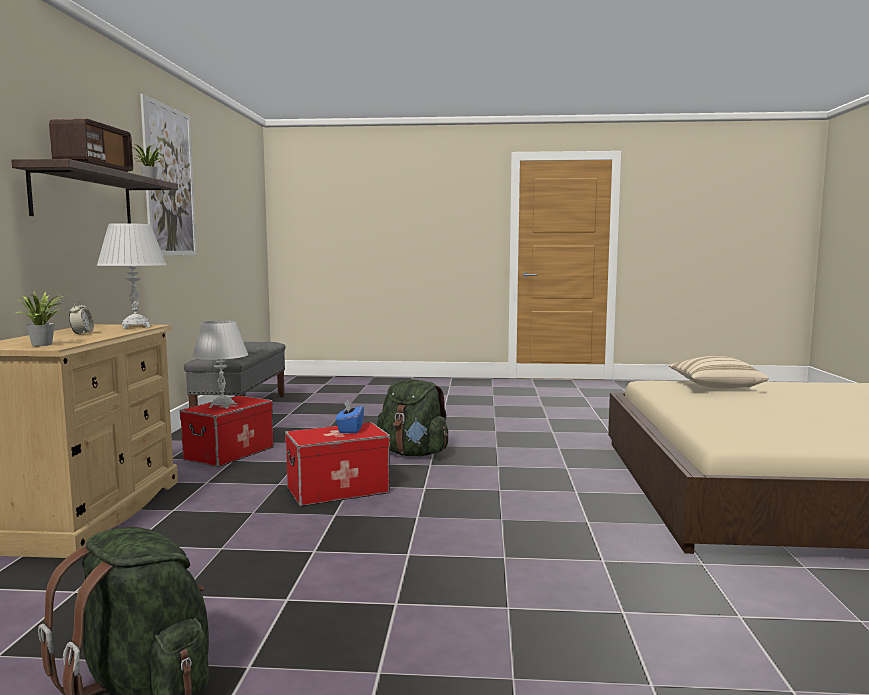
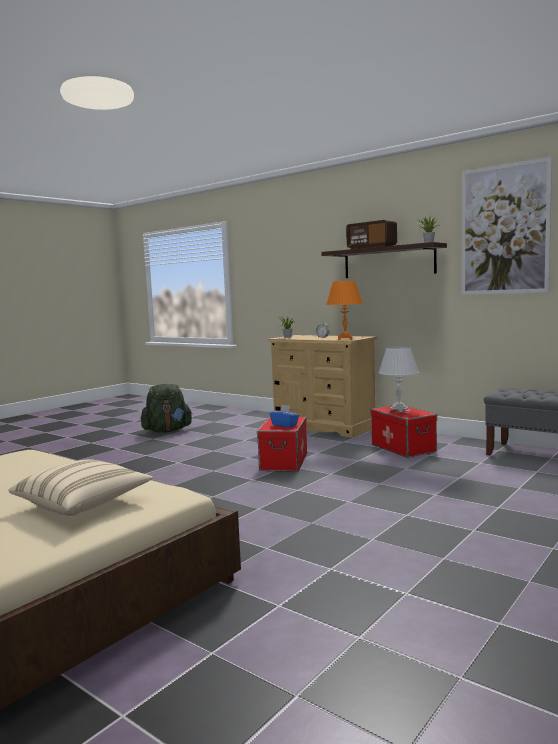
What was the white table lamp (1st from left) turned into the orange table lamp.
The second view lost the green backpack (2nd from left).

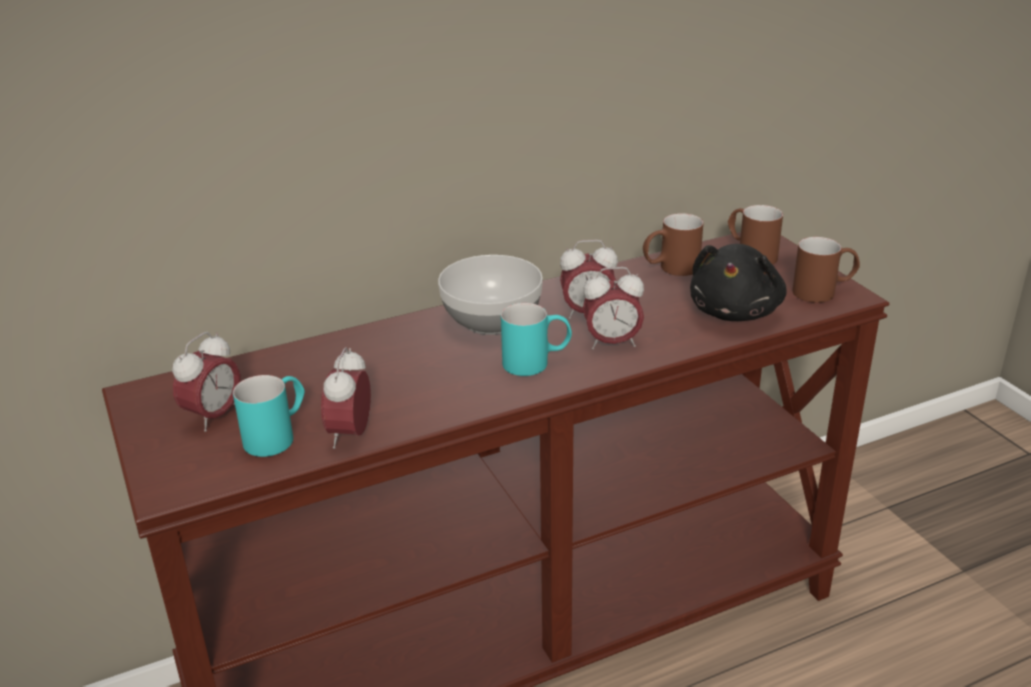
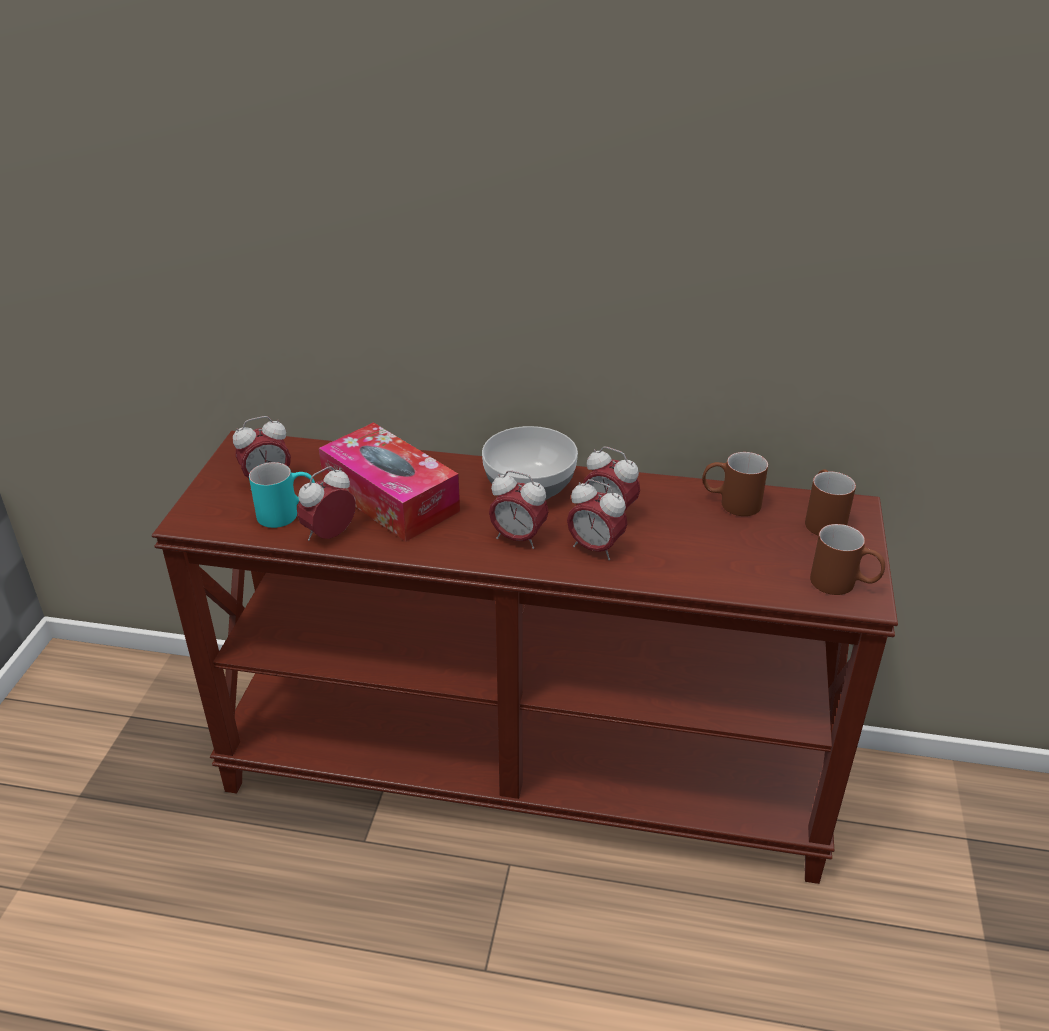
Where the turquoise mug (2nd from left) stood, the alarm clock (3rd from left) came to stand.
The second view lost the black plush toy.
The second view gained the tissue box.

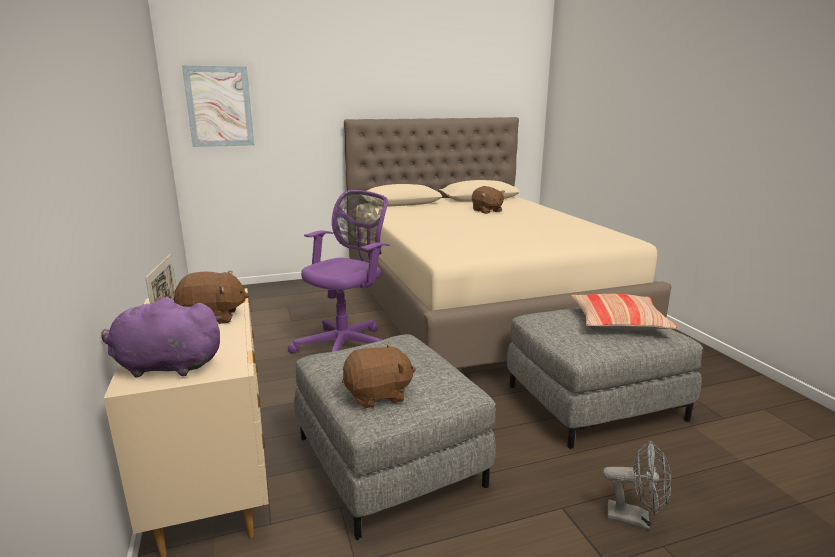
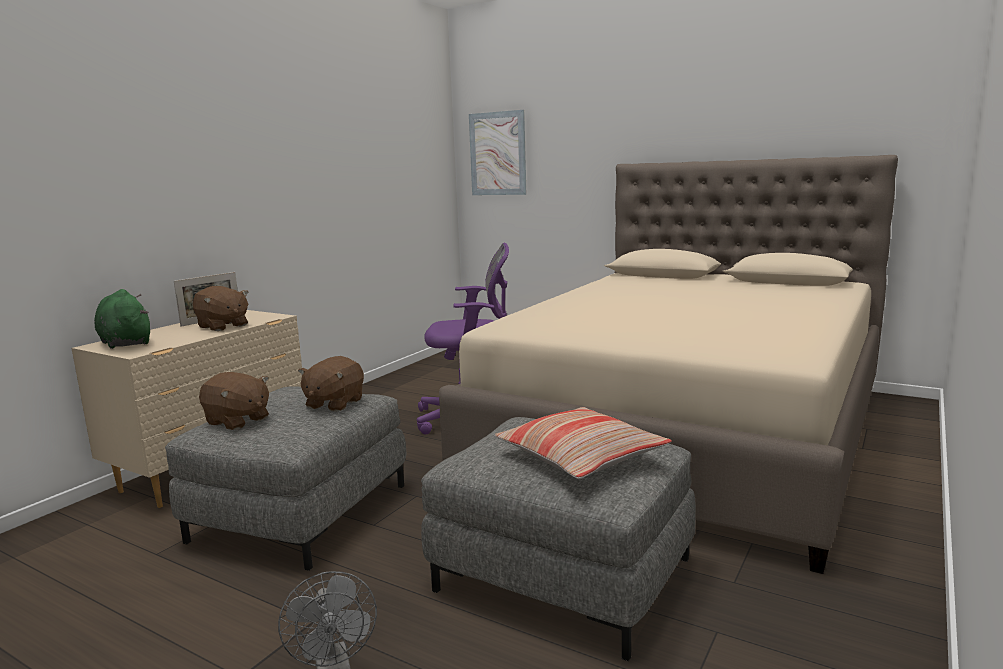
What was the purple plush toy turned into the green plush toy.
The brown plush toy (3rd from left) ended up elsewhere.

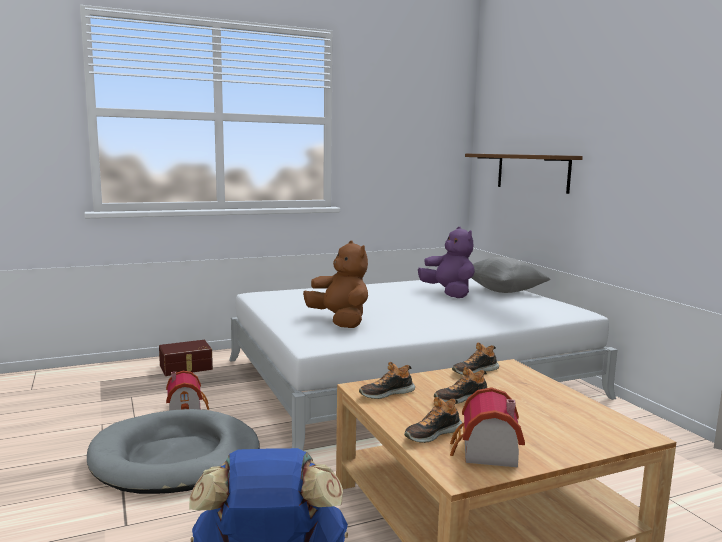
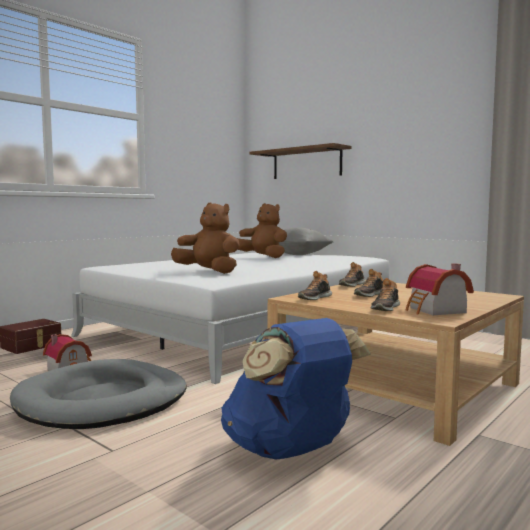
What was the purple plush toy turned into the brown plush toy (2nd from left).

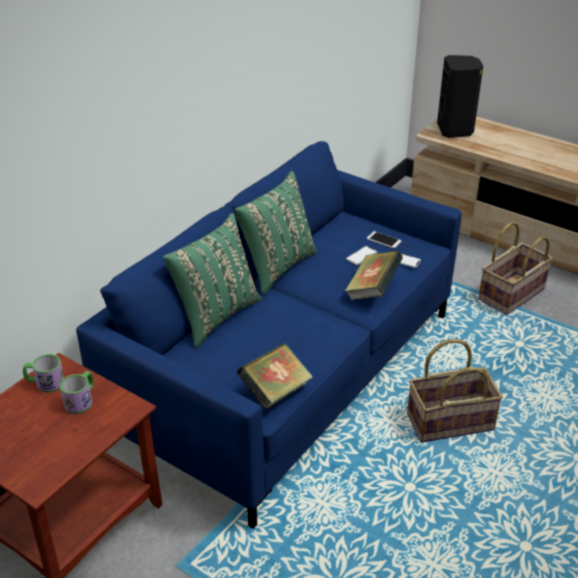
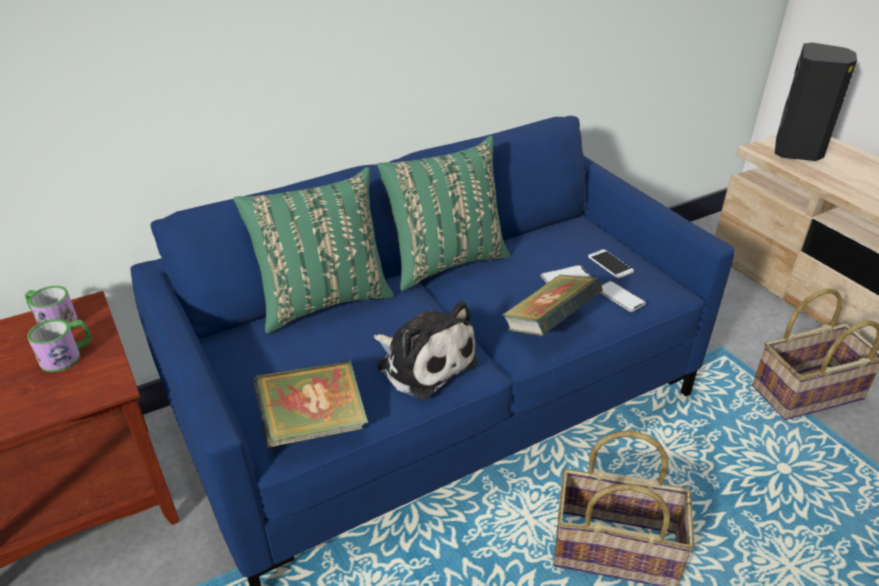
The second view gained the plush toy.

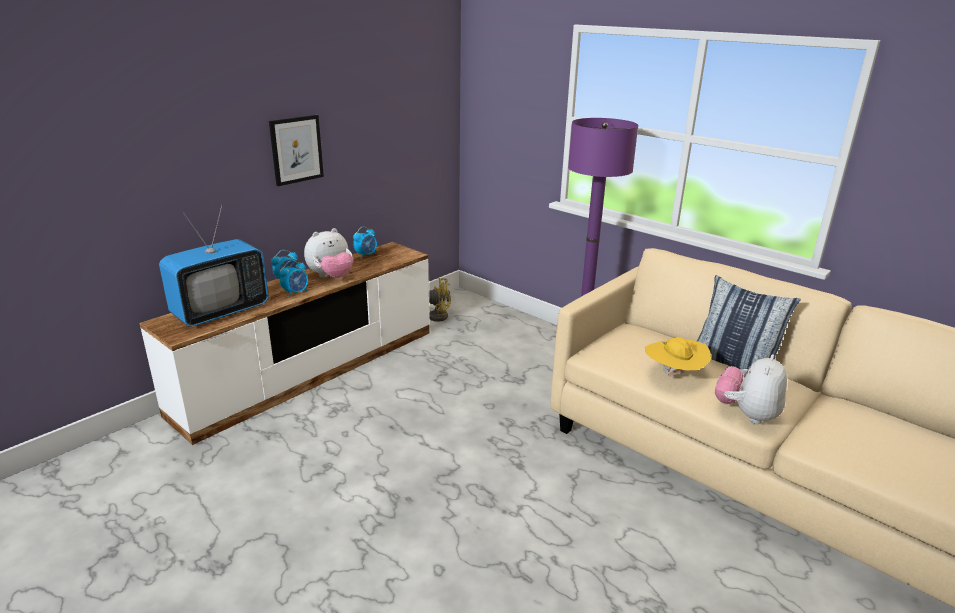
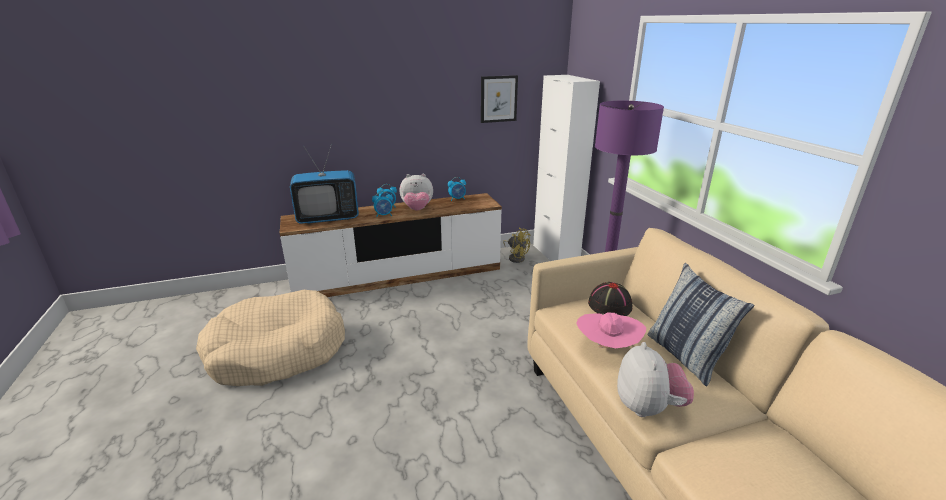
The picture ended up elsewhere.
What was the yellow hat turned into the pink hat.
The plush toy (2nd from left) ended up facing another way, 120 degrees clockwise from before.
The second view gained the beige dog bed.
The second view gained the white cabinet.
The second view gained the black hat.

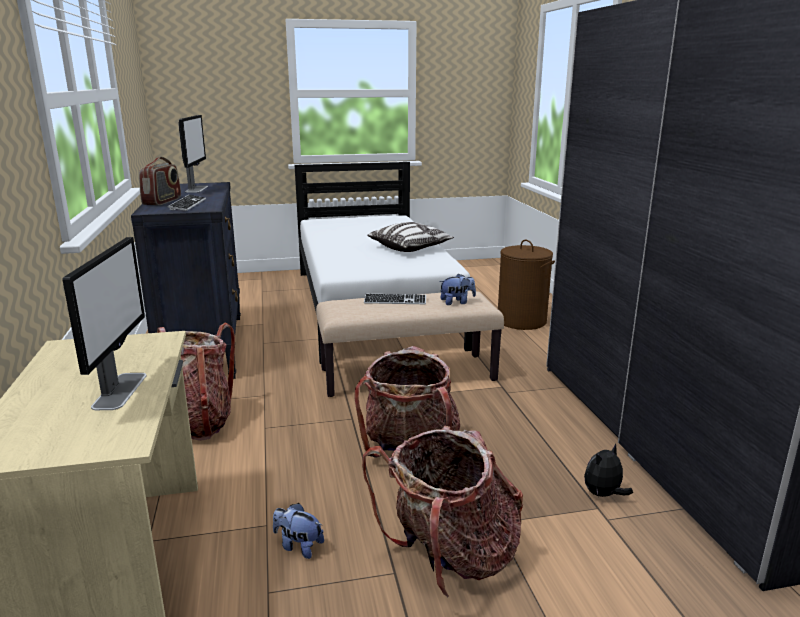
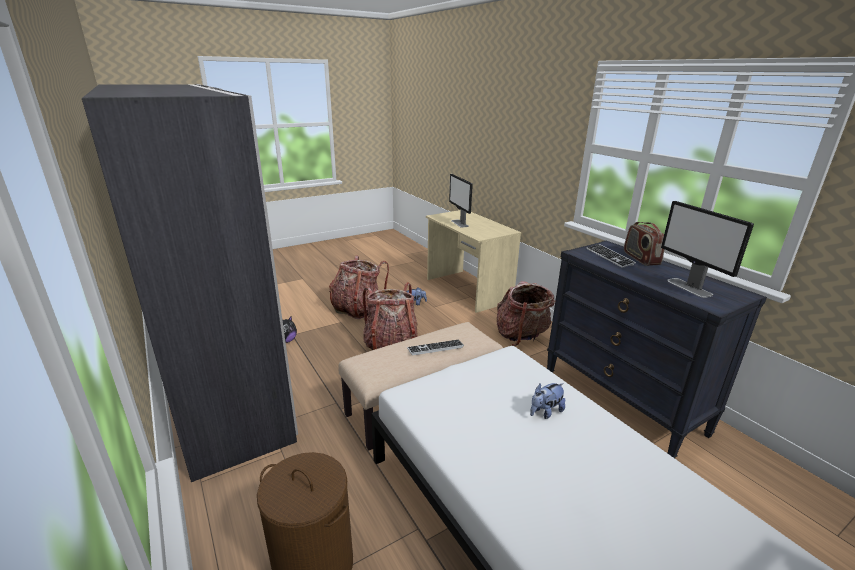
The second view lost the pillow.
The plush toy (2nd from left in the first image) ended up elsewhere.

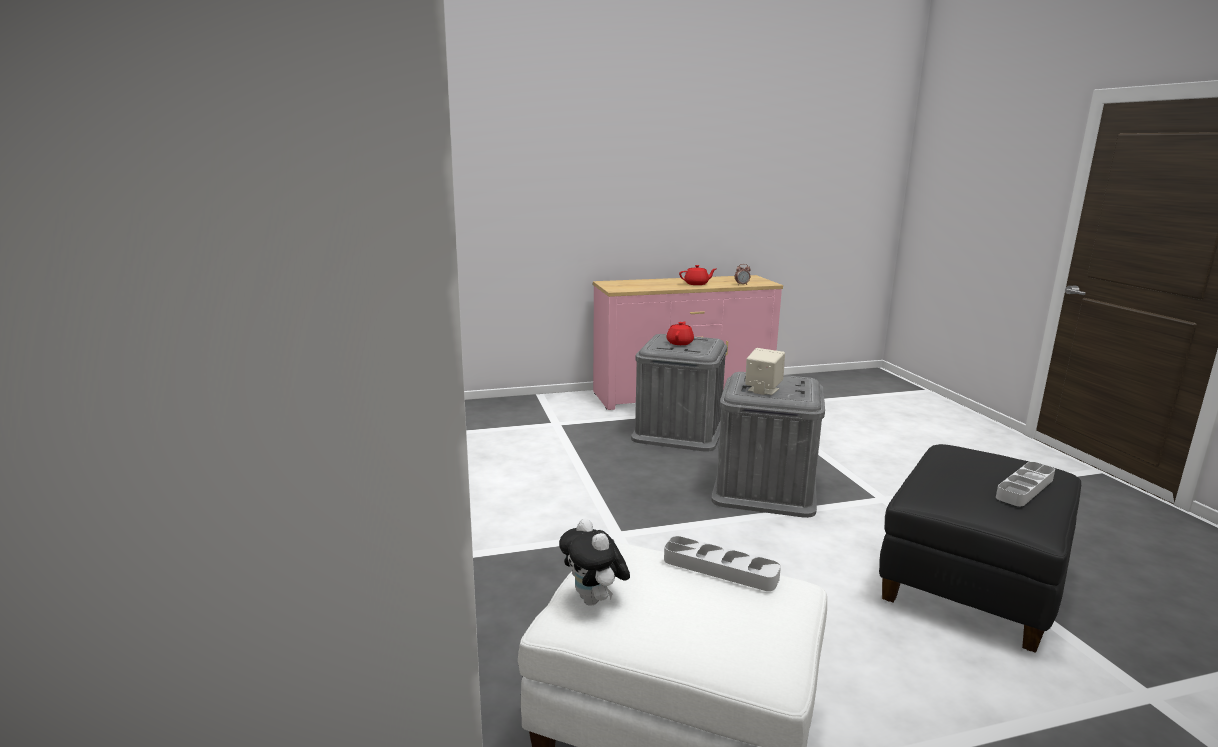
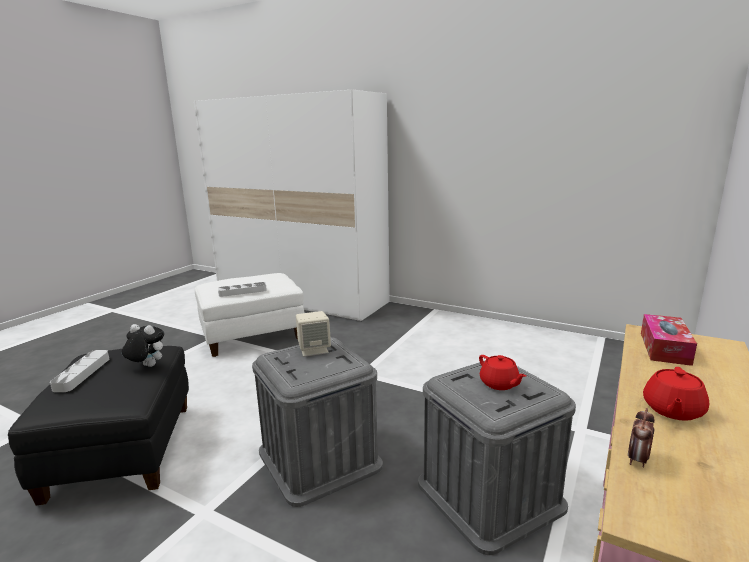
The plush toy ended up elsewhere.
The second view gained the tissue box.

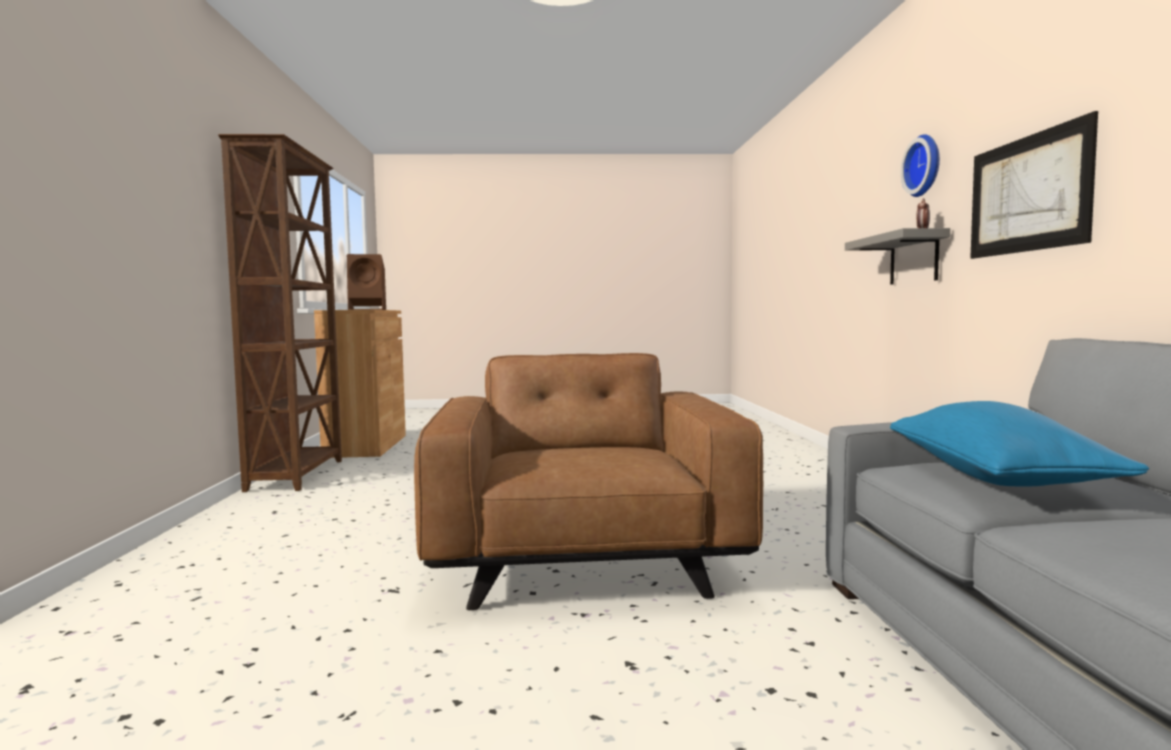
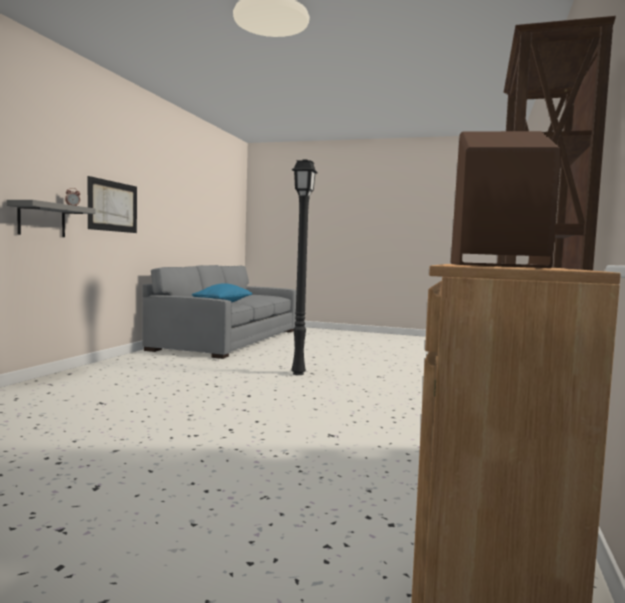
Where the brown armchair stood, the black floor lamp came to stand.
The second view lost the wall clock.

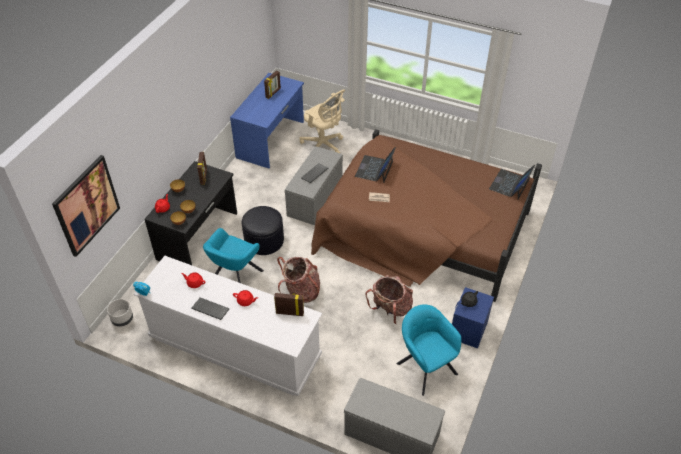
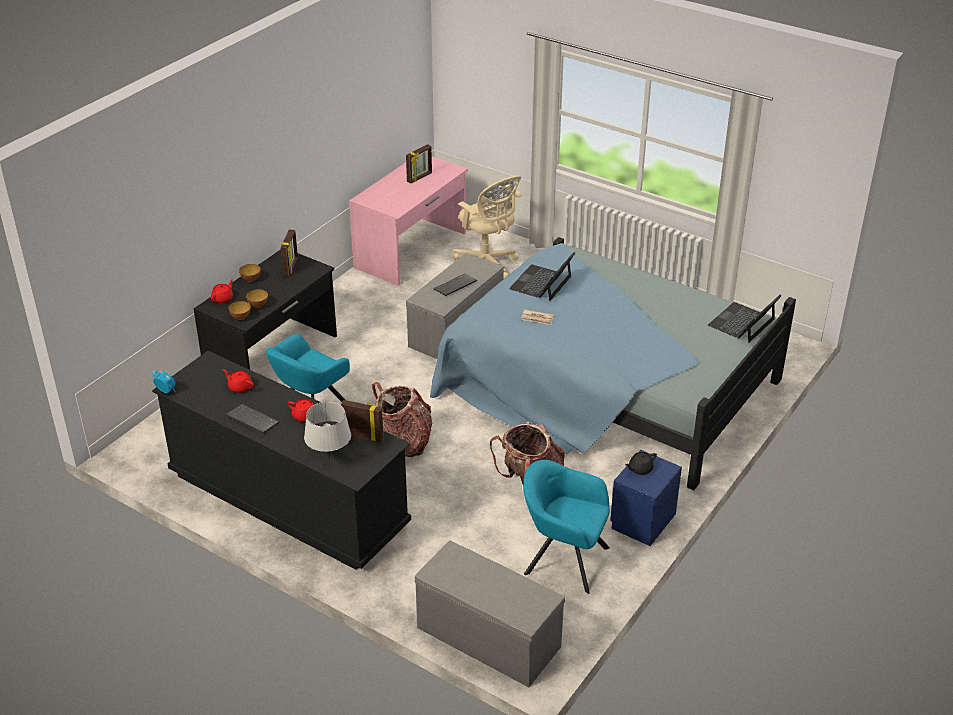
The second view lost the picture.
The second view lost the grey planter.
What was the white dresser turned into the black dresser.
What was the blue desk turned into the pink desk.
The second view lost the black ottoman.
What was the brown bed turned into the blue bed.
The turquoise armchair (2nd from left) ended up facing another way, 45 degrees counterclockwise from before.
The second view gained the grey table lamp.

